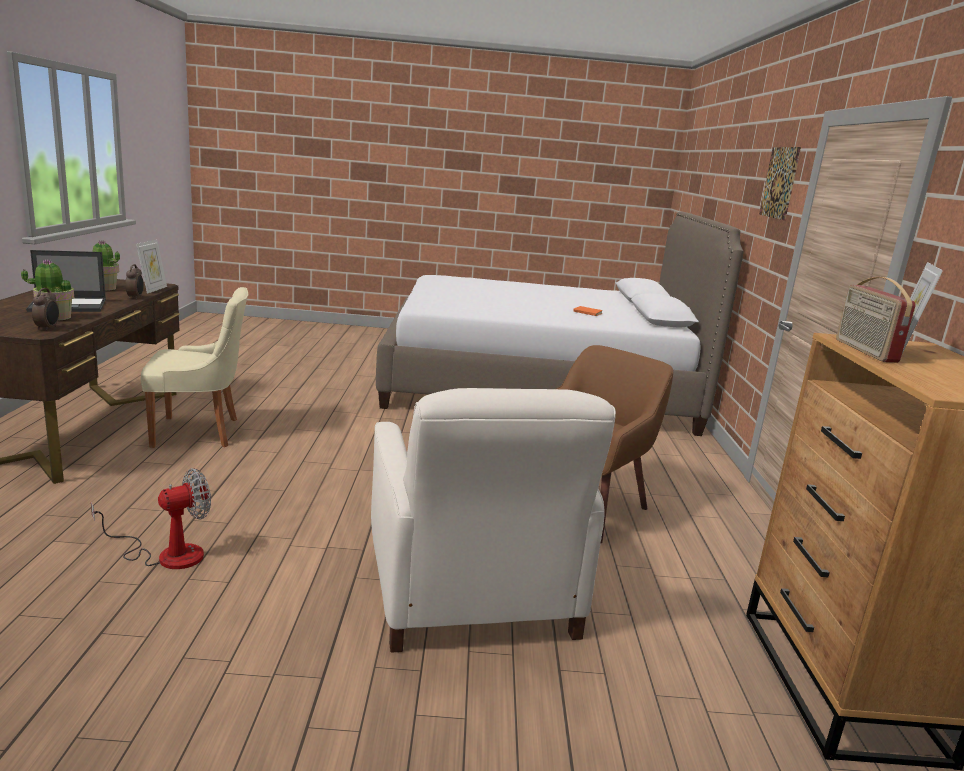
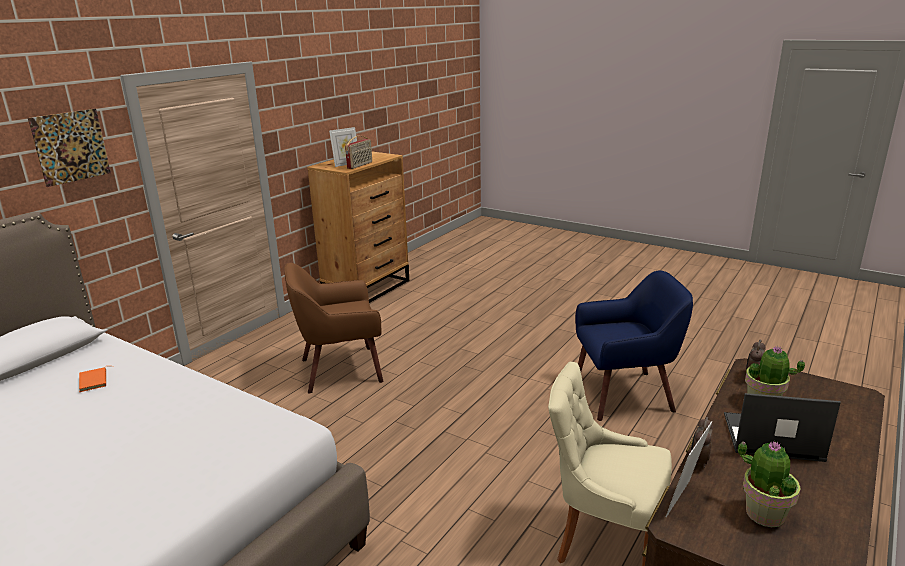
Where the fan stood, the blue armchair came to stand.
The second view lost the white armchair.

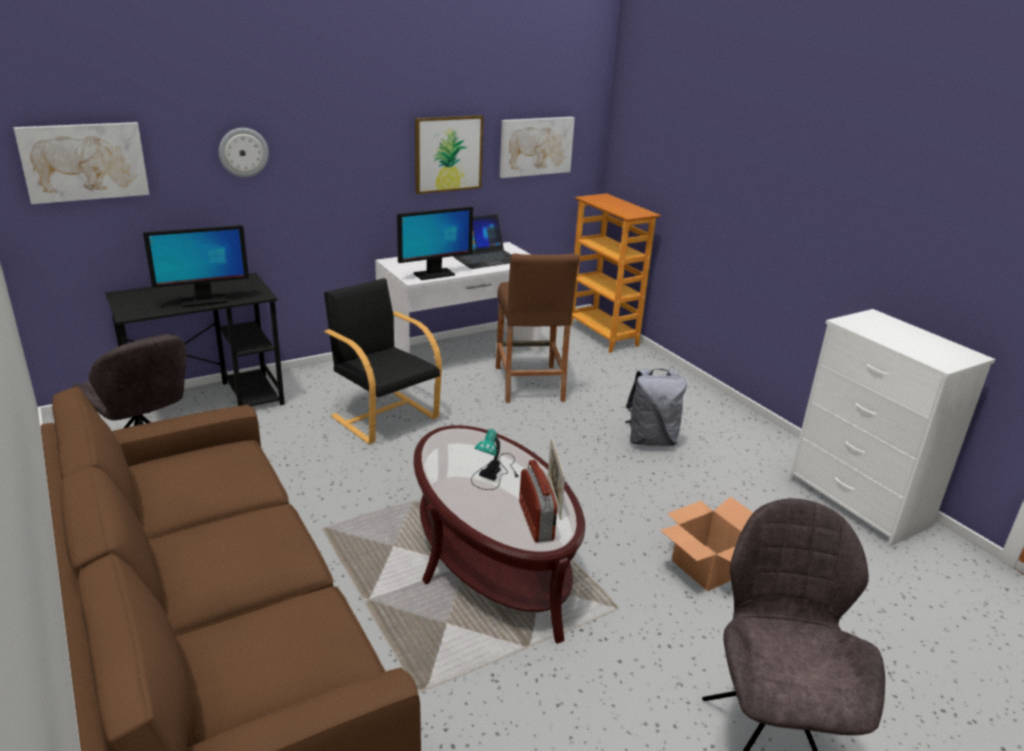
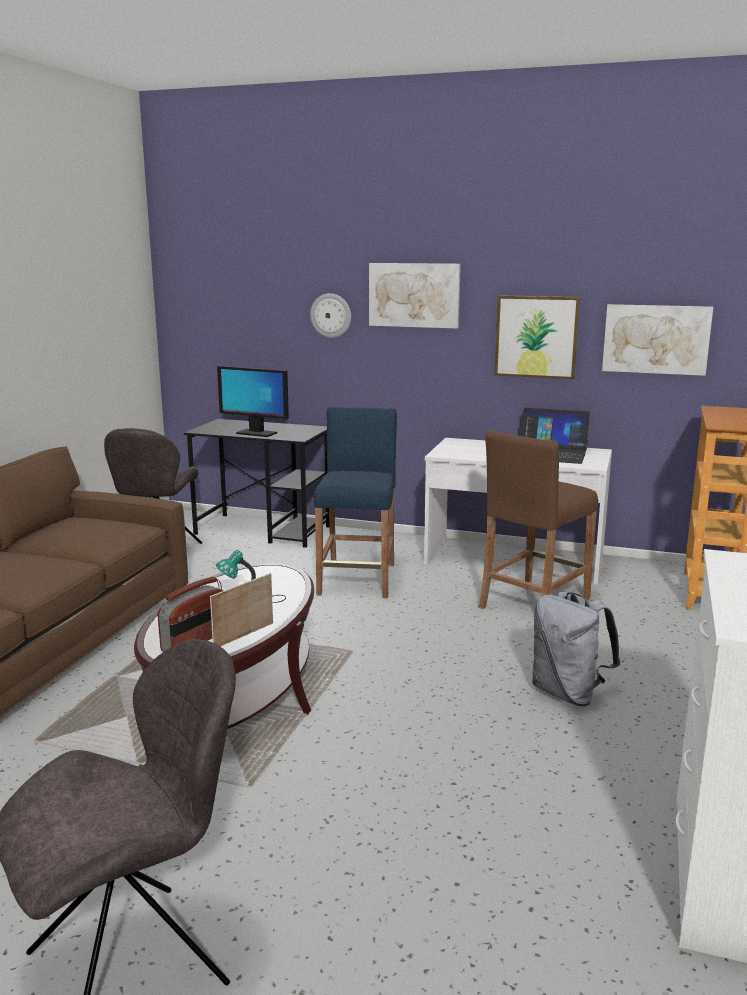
The picture (1st from left) ended up elsewhere.
Where the black armchair stood, the blue stool came to stand.
The second view lost the monitor (2nd from left).
The second view lost the cardboard box.

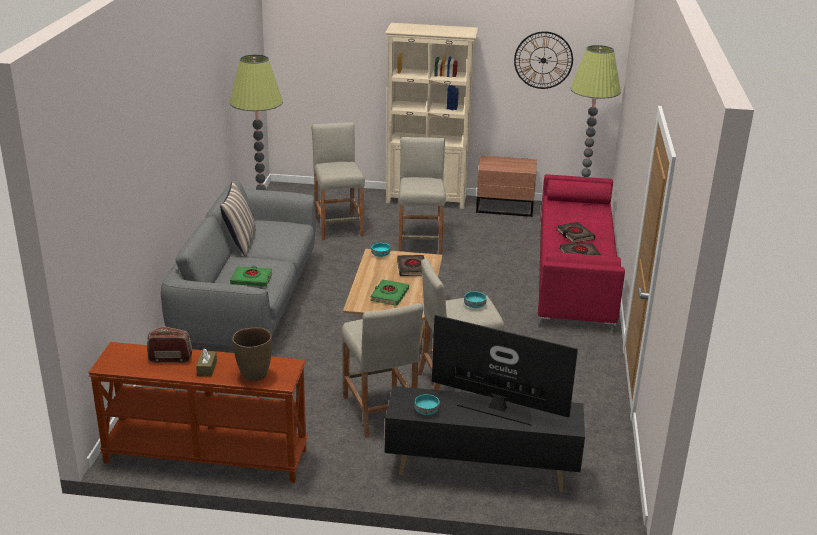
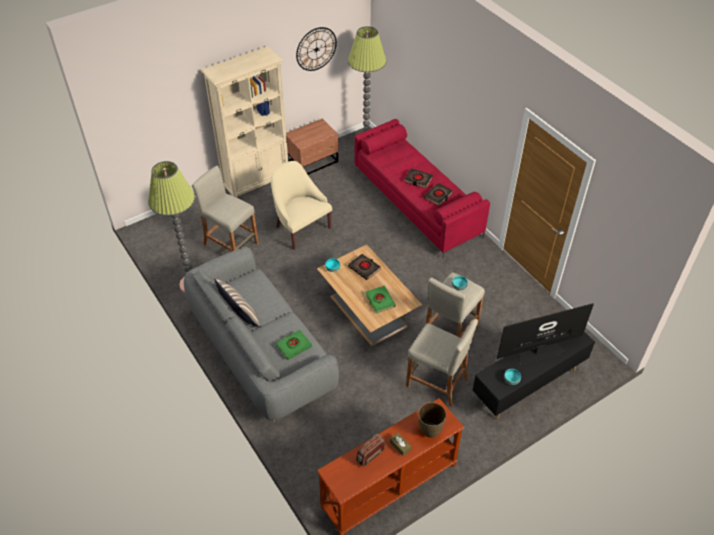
Where the beige stool (3rd from left) stood, the beige armchair came to stand.

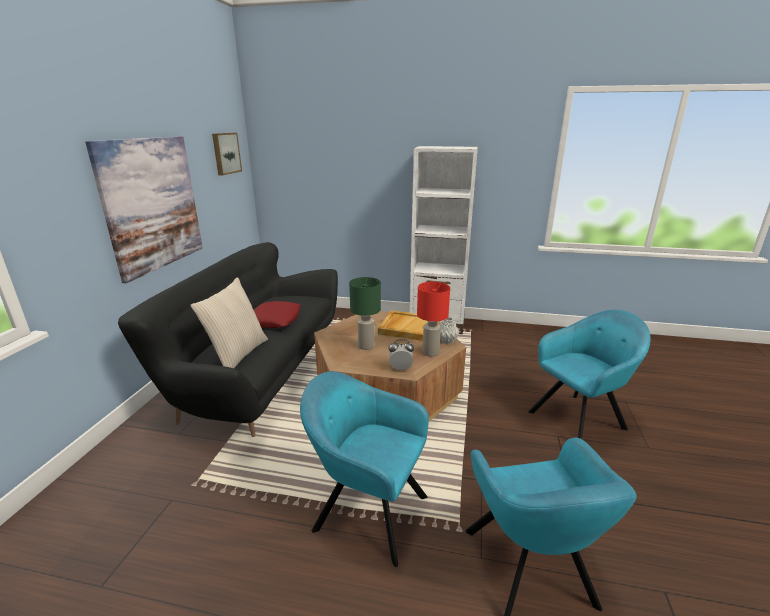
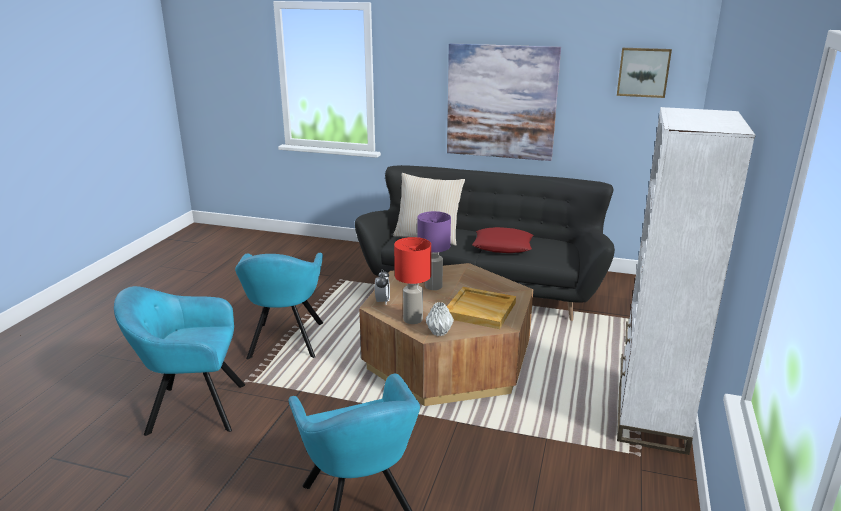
The turquoise armchair (1st from left in the first image) ended up facing another way, 150 degrees clockwise from before.
What was the green table lamp turned into the purple table lamp.

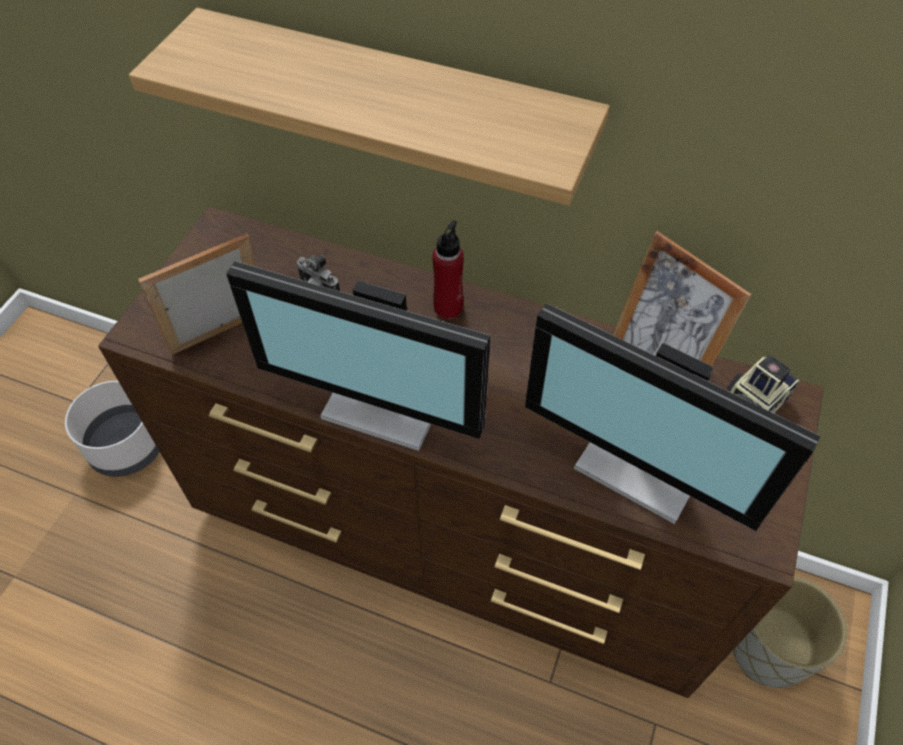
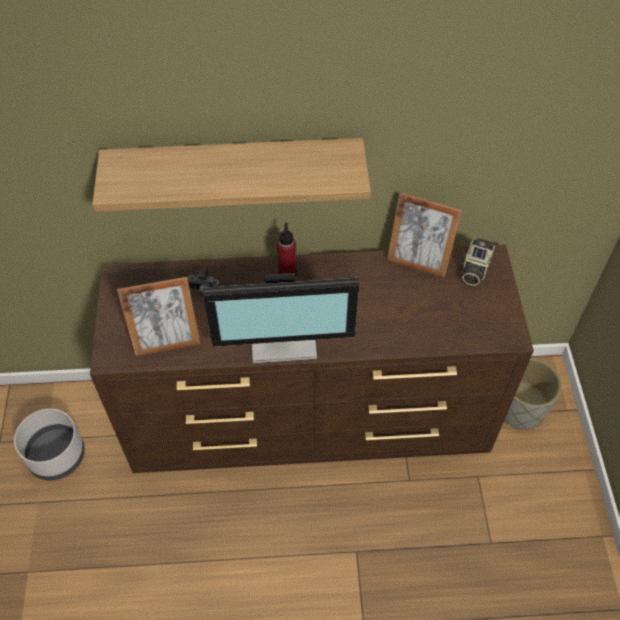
The picture frame (1st from left) ended up facing another way, 135 degrees counterclockwise from before.
The second view lost the monitor (2nd from left).

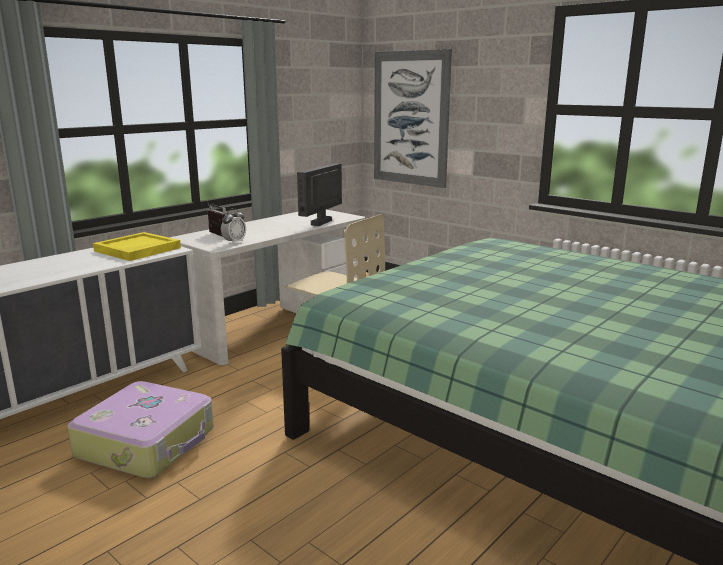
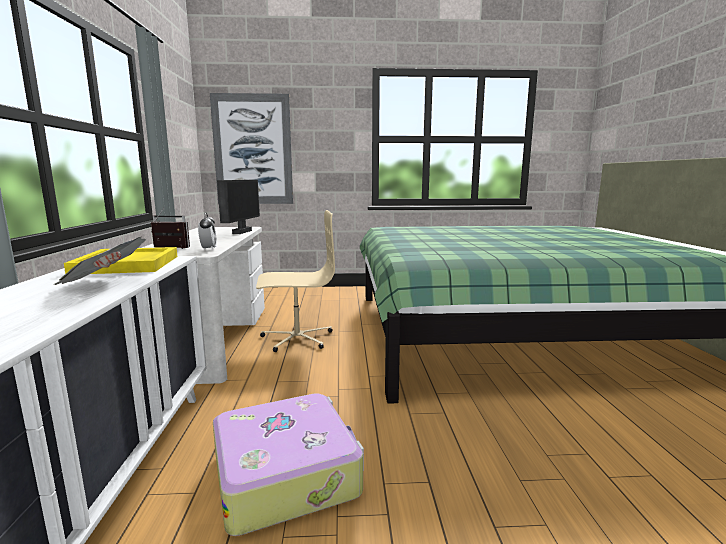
The monitor ended up facing another way, 150 degrees counterclockwise from before.
The second view gained the newspaper.

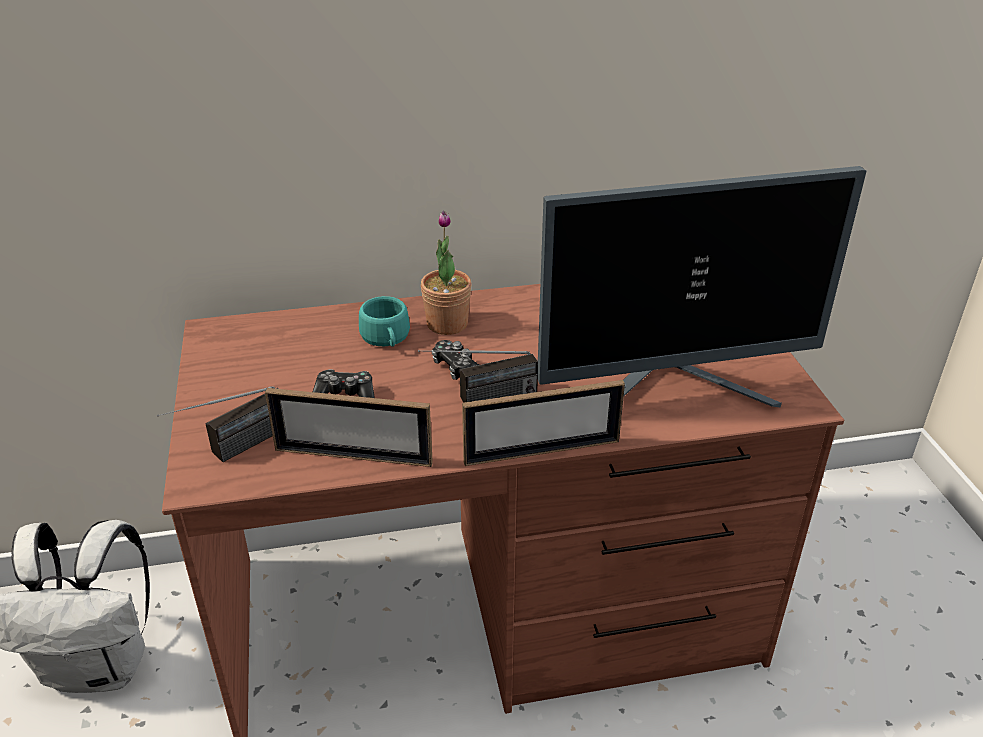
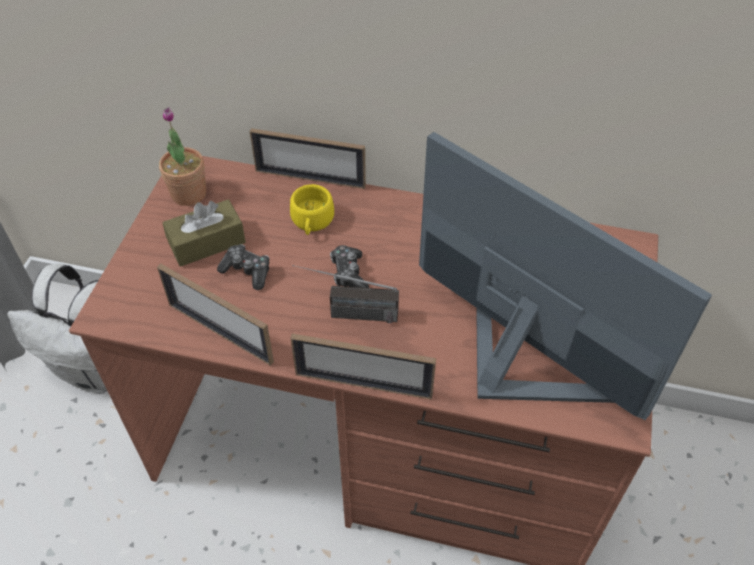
The second view lost the radio (1st from left).
What was the turquoise cup turned into the yellow cup.
The potted plant ended up elsewhere.
The monitor ended up facing another way, 150 degrees counterclockwise from before.
The second view gained the brown tissue box.
The second view gained the picture frame (2nd from left).

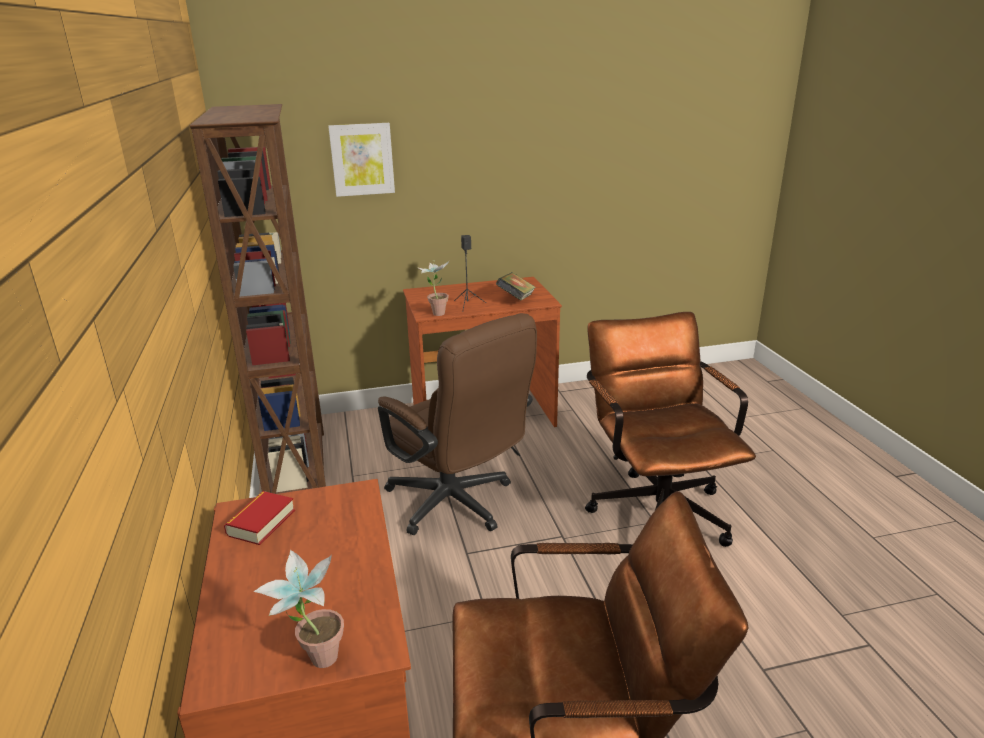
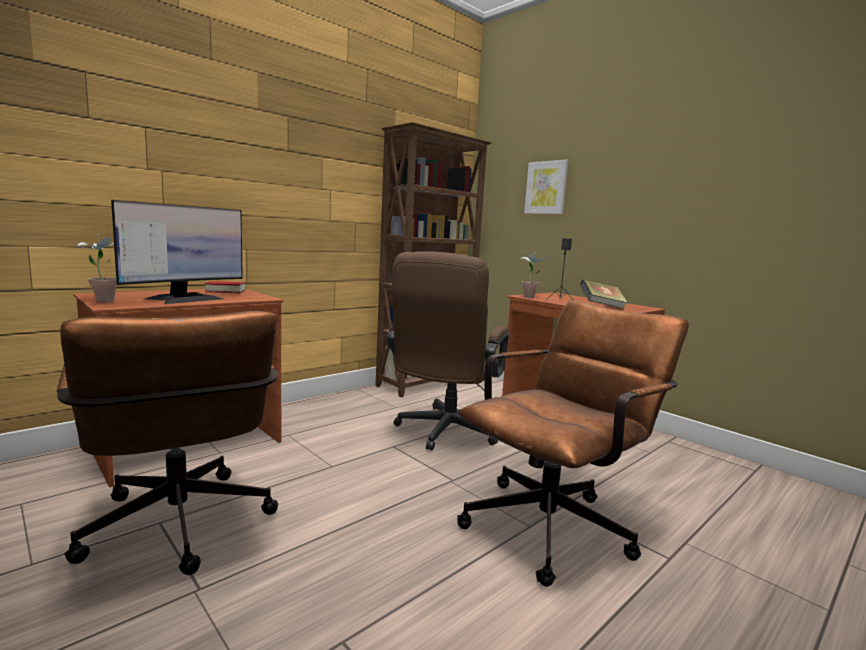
The second view gained the monitor.

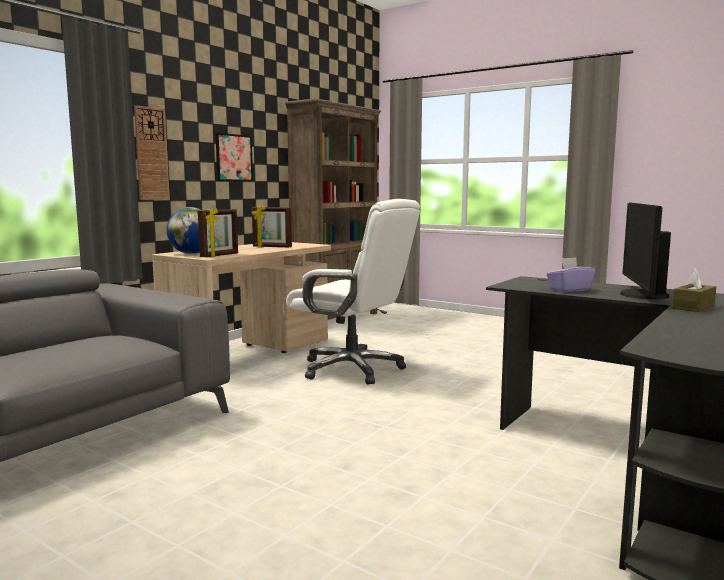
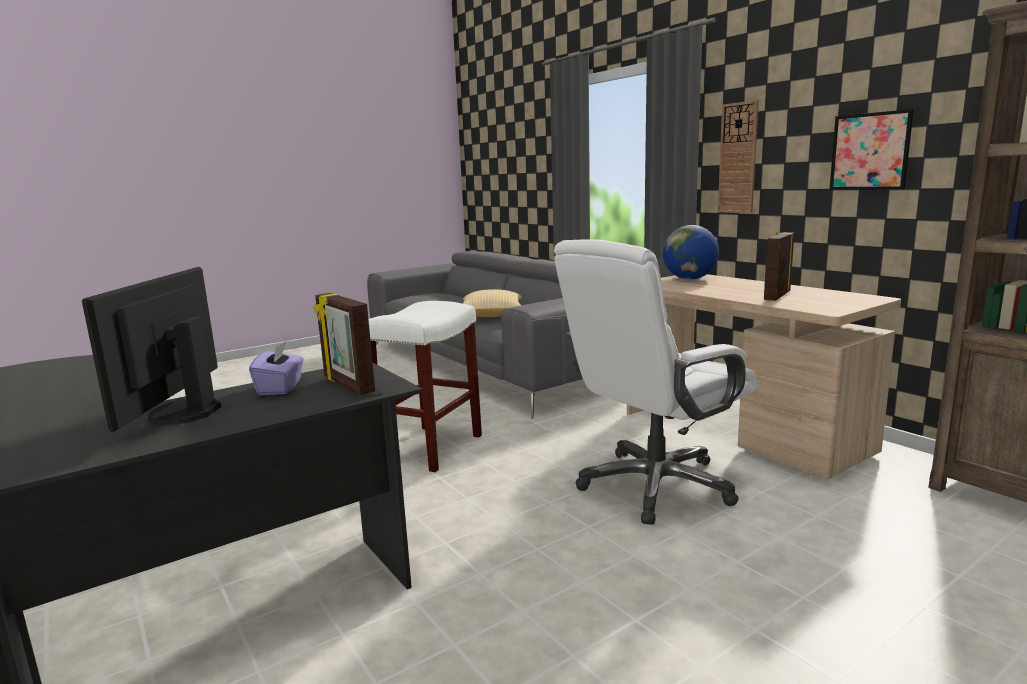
The picture frame (1st from left) ended up elsewhere.
The monitor ended up facing another way, 120 degrees counterclockwise from before.
The second view lost the brown tissue box.
The second view gained the white stool.
The second view gained the pillow.

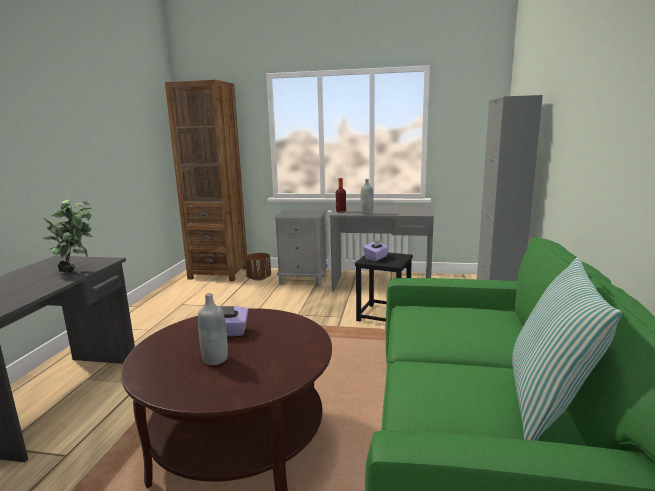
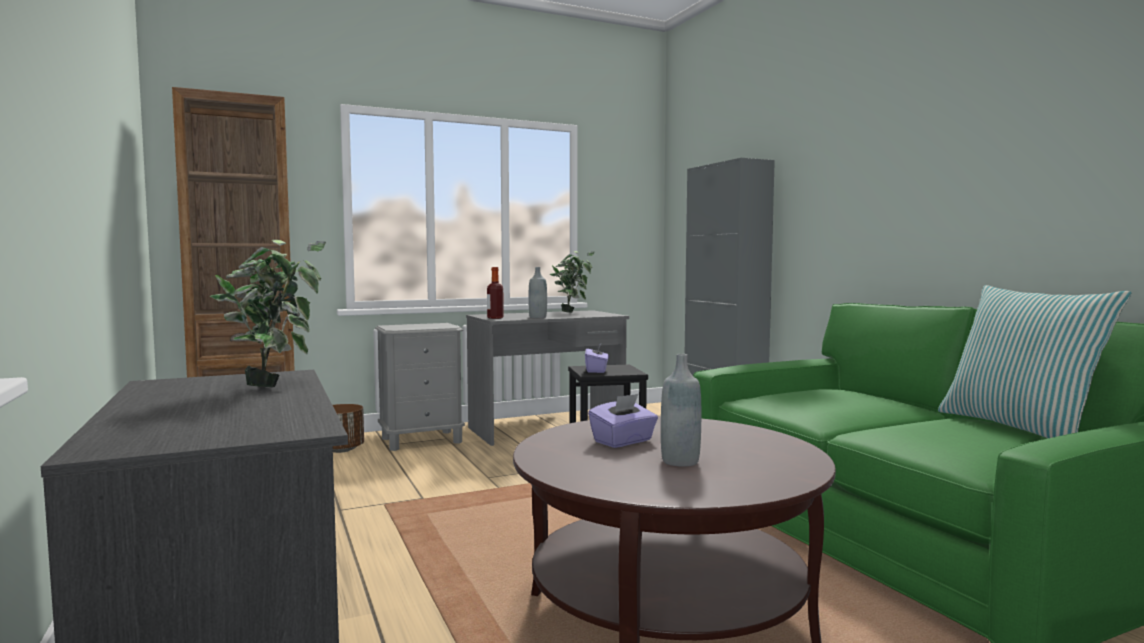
The second view gained the potted plant (2nd from left).

